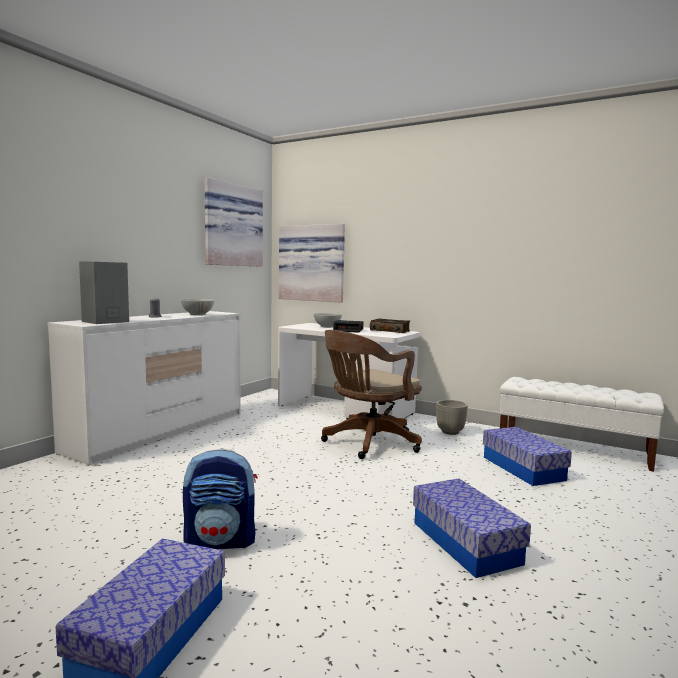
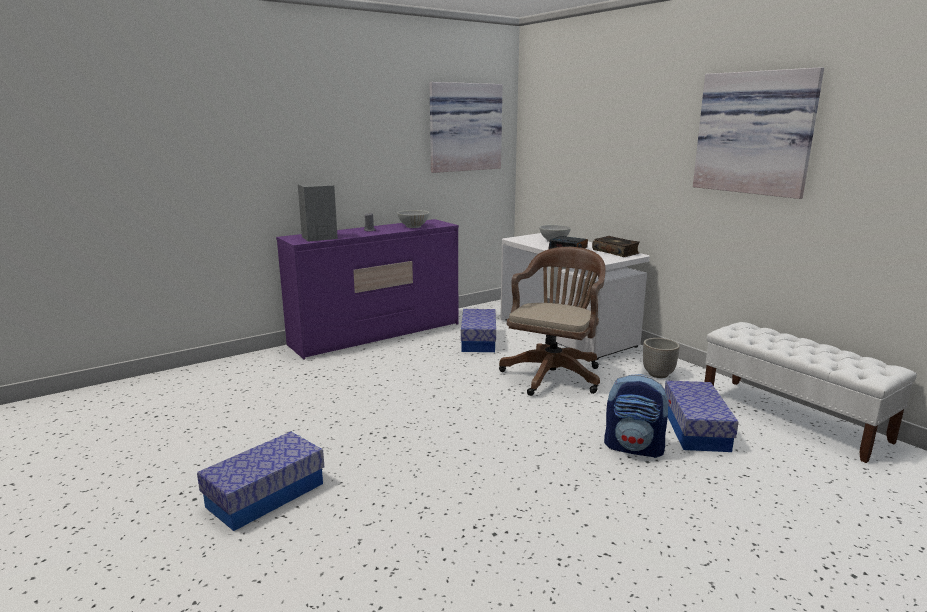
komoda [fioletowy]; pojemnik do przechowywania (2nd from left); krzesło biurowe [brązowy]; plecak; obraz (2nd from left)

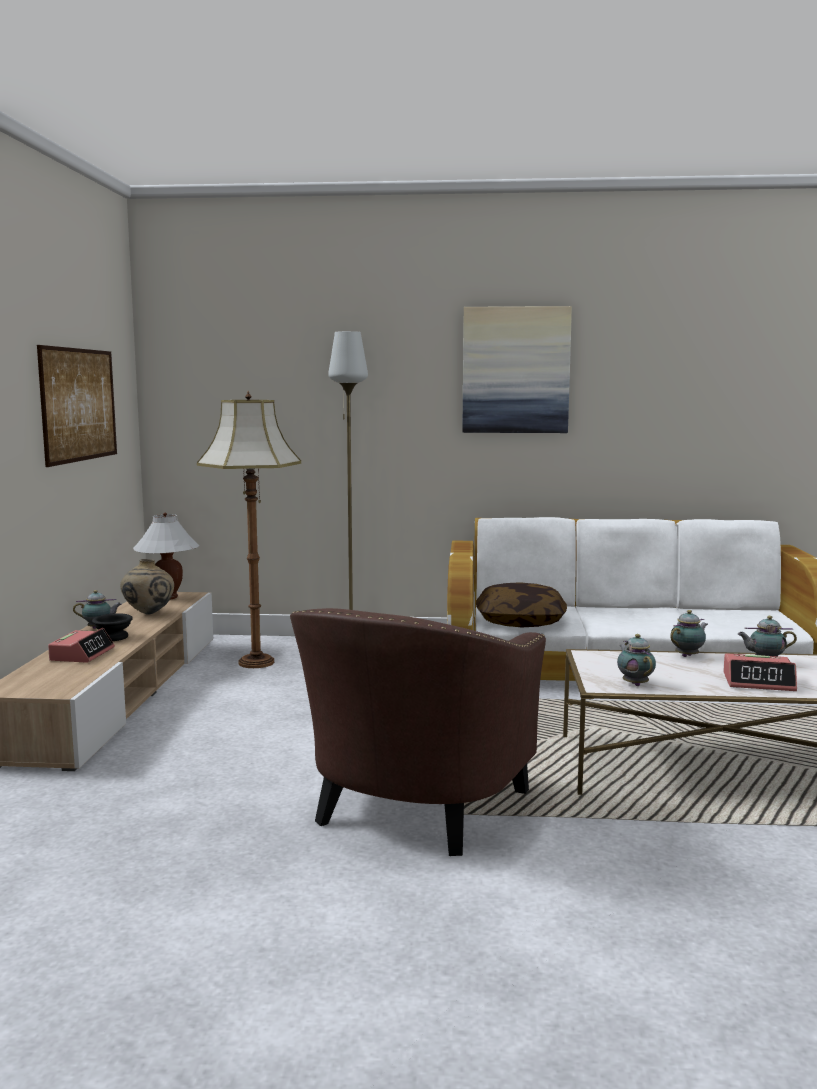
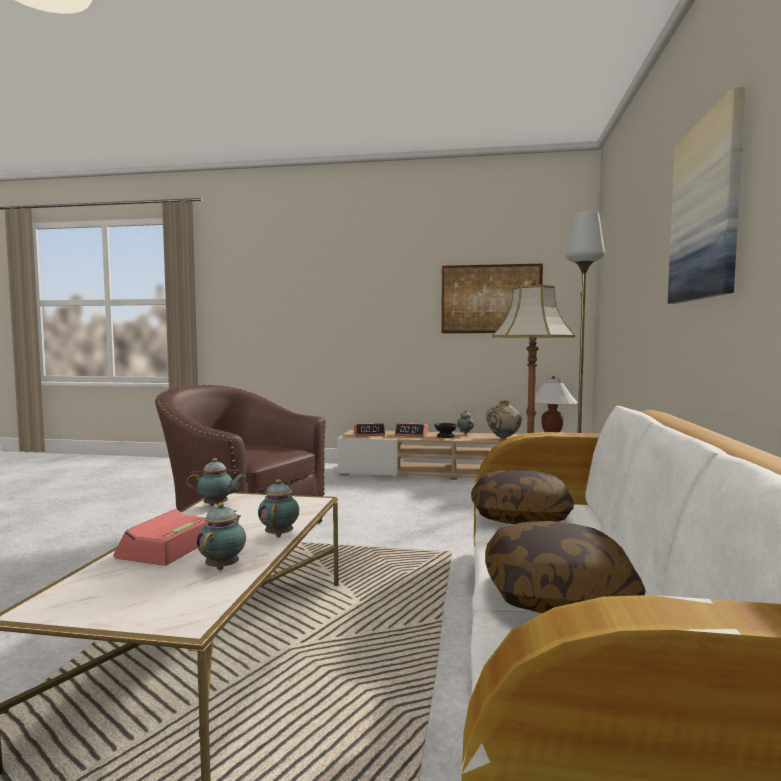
imbryk (3rd from left); budzik (2nd from left); poduszka (2nd from left)

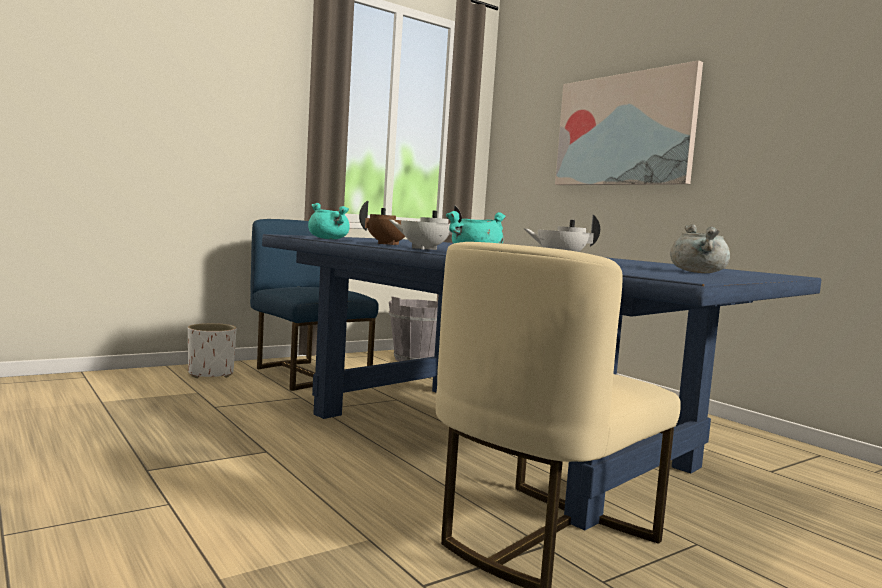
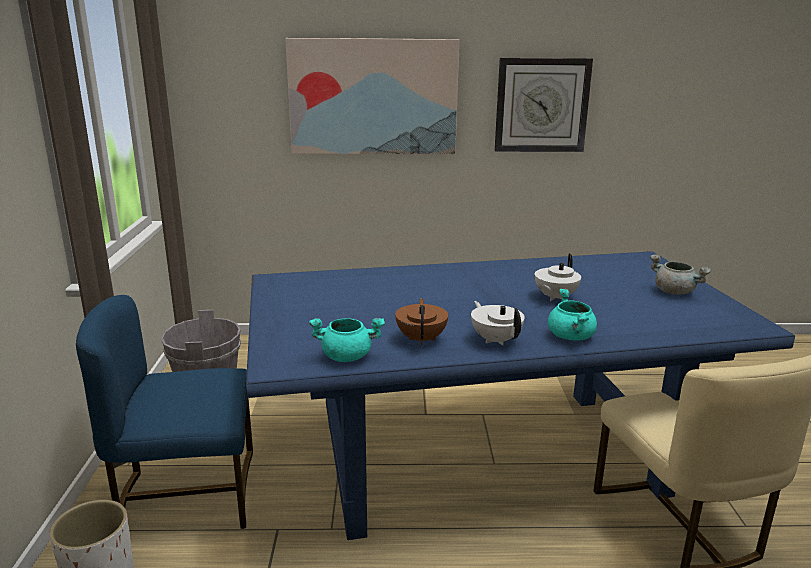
imbryk [biały] (1st from left); zegar ścienny

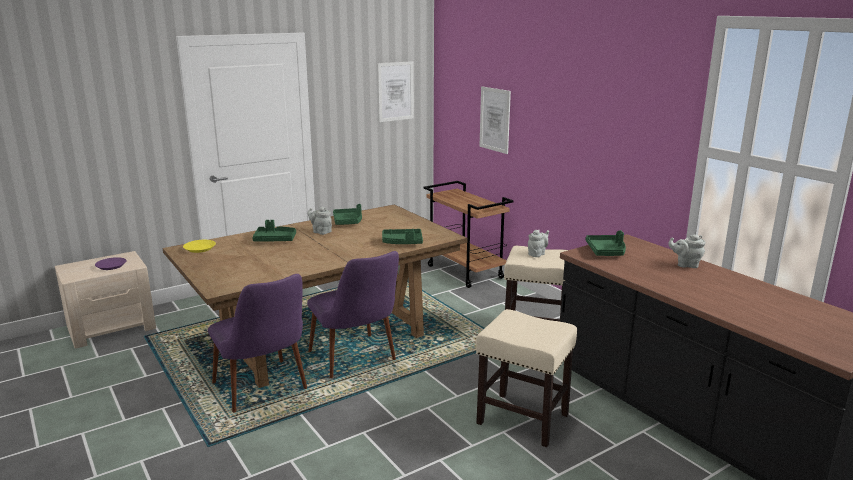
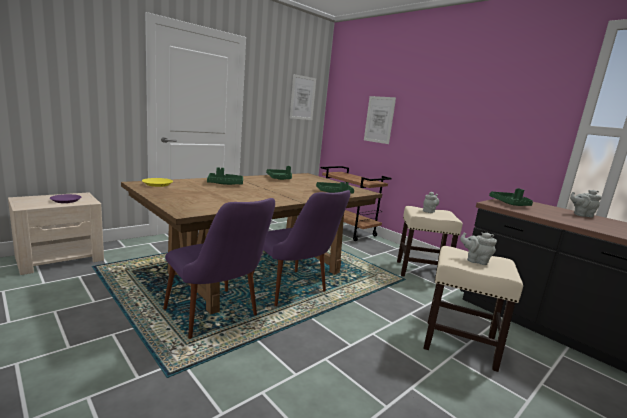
imbryk [szary] (2nd from left)

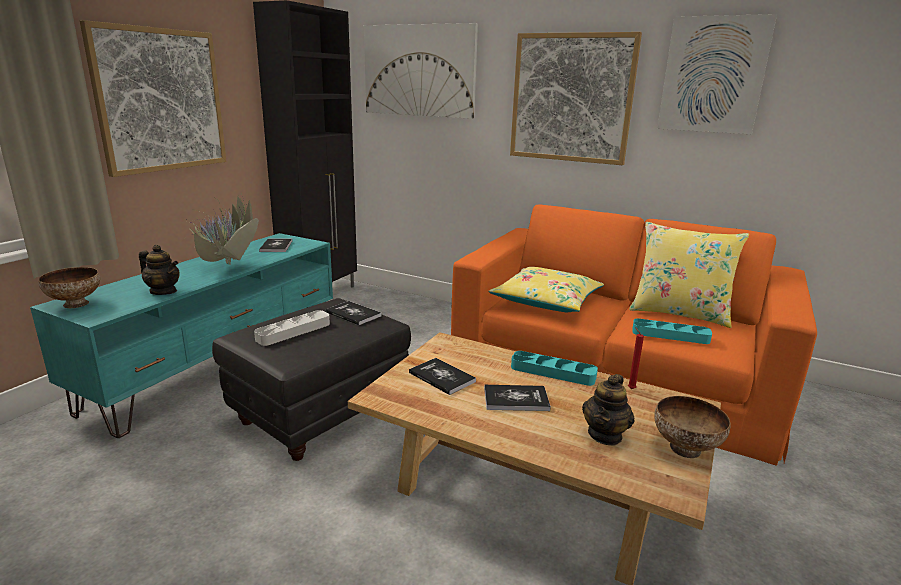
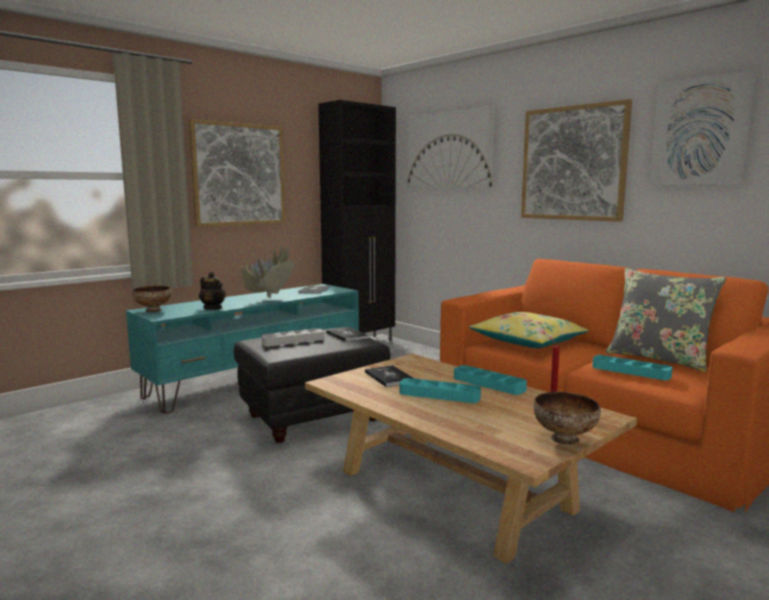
taca [turkusowy] (1st from left); poduszka [szary]; imbryk (2nd from left in the first image)

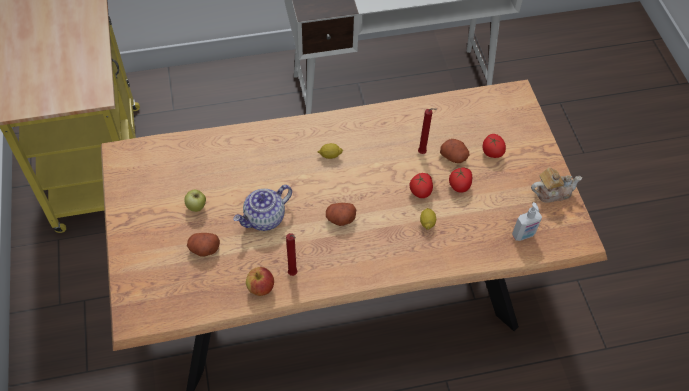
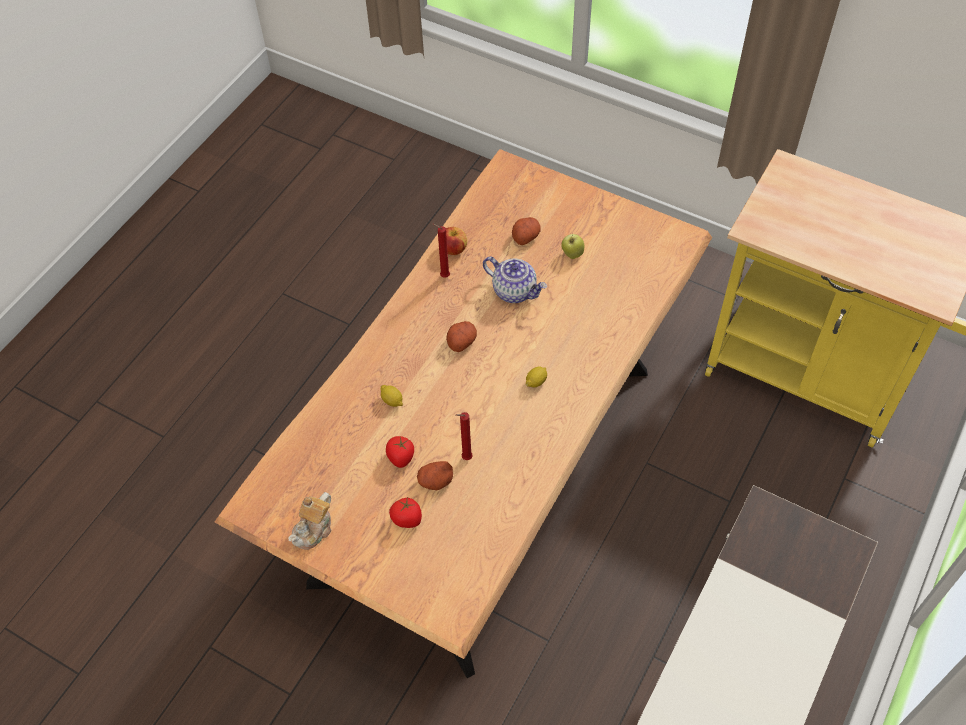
imbryk (2nd from left); pomidor (1st from left in the first image); dozownik mydła

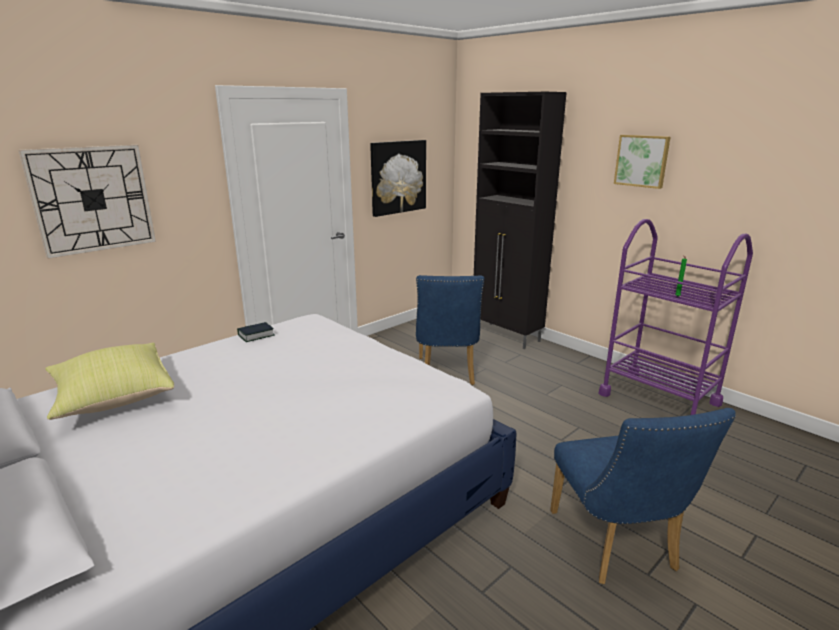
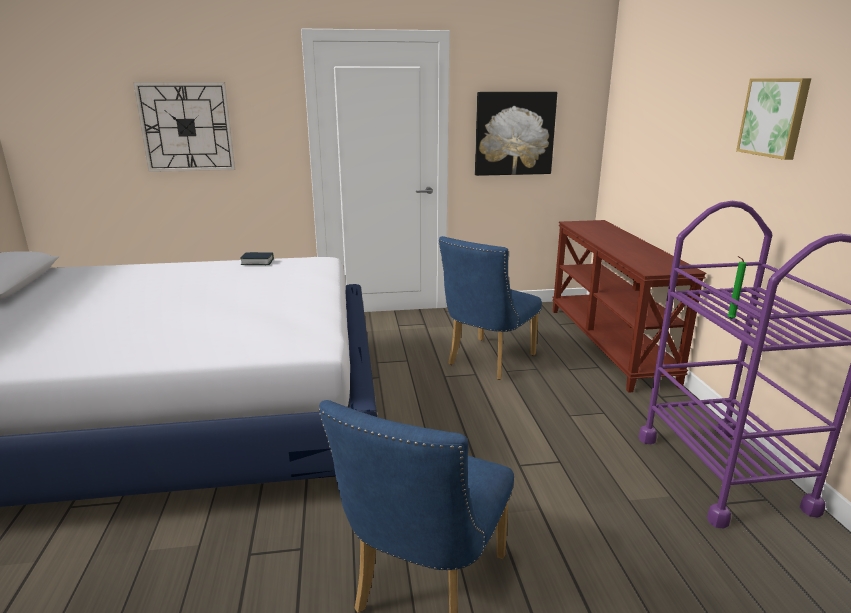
stolik konsolowy [brązowy]; poduszka [żółty]

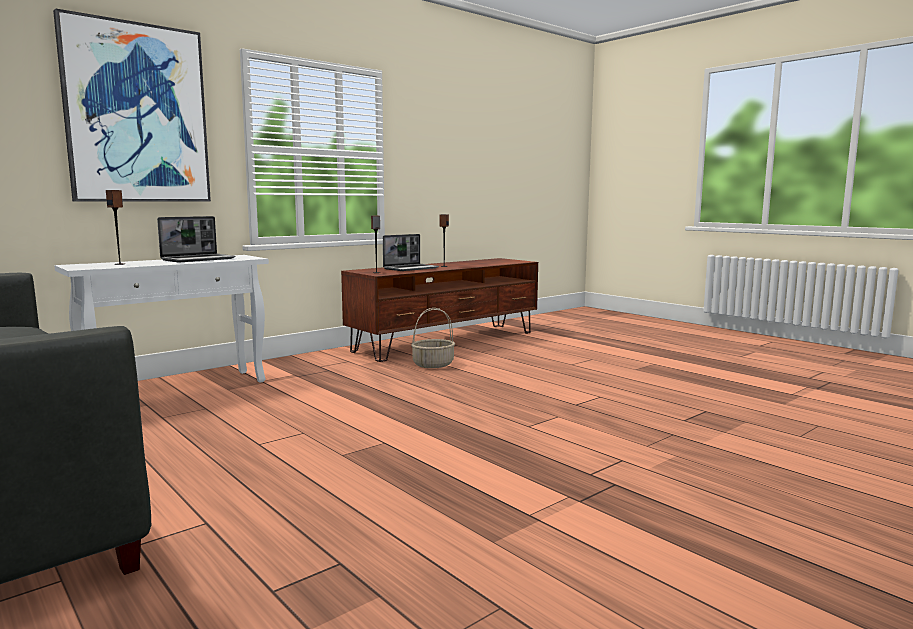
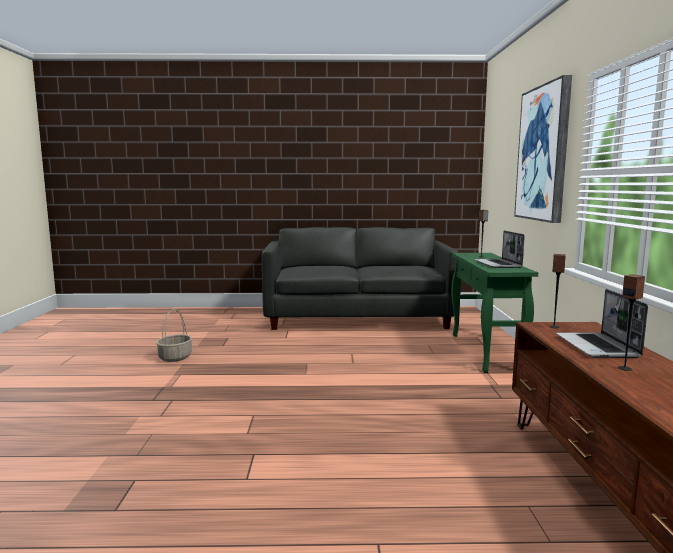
koszyk; stolik konsolowy [zielony]

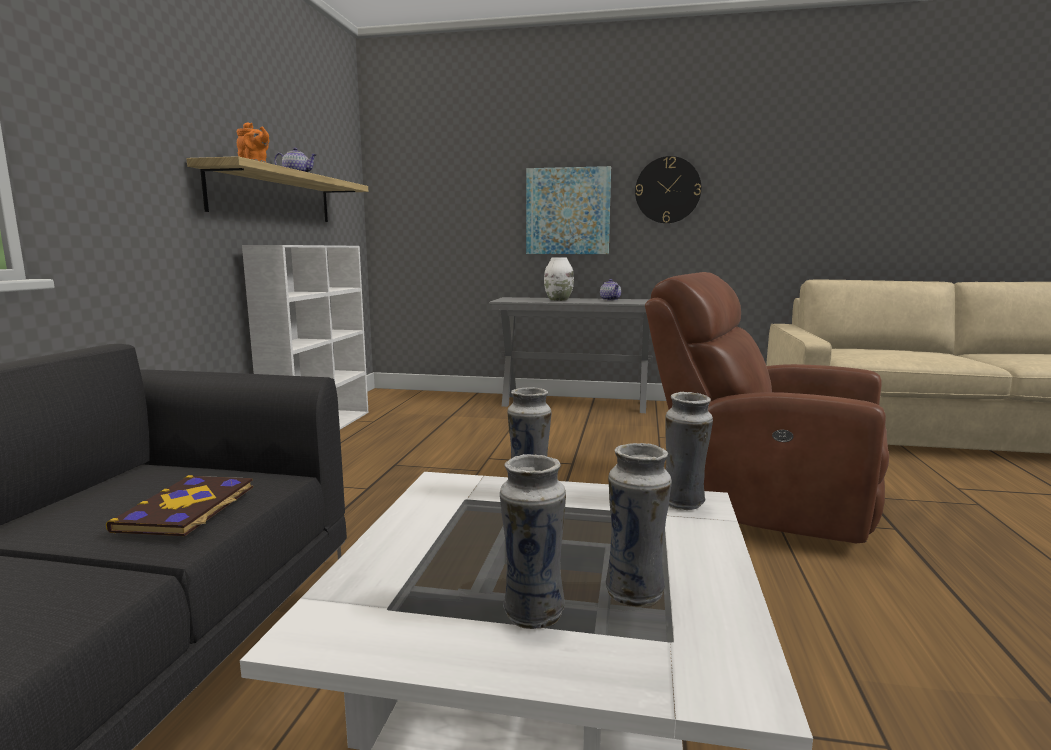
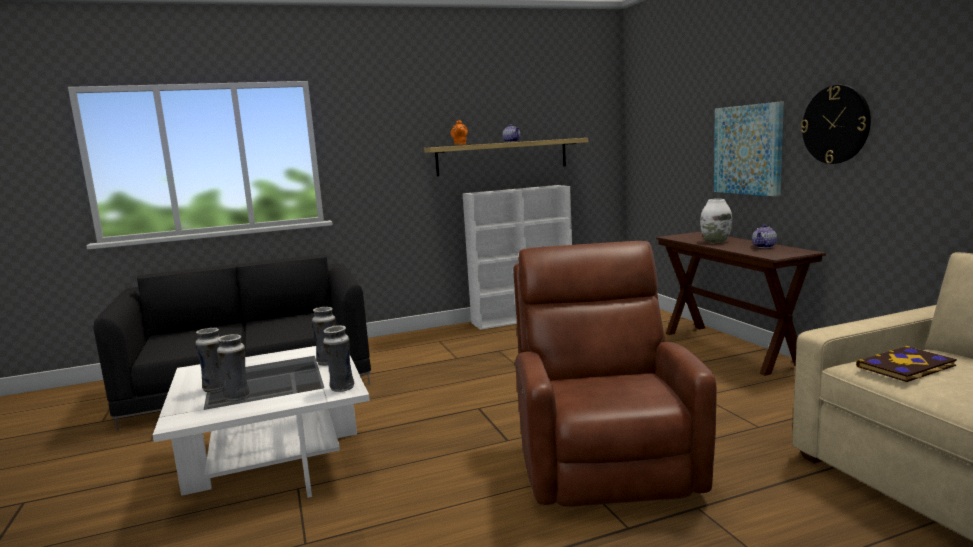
stolik konsolowy [brązowy]; książka

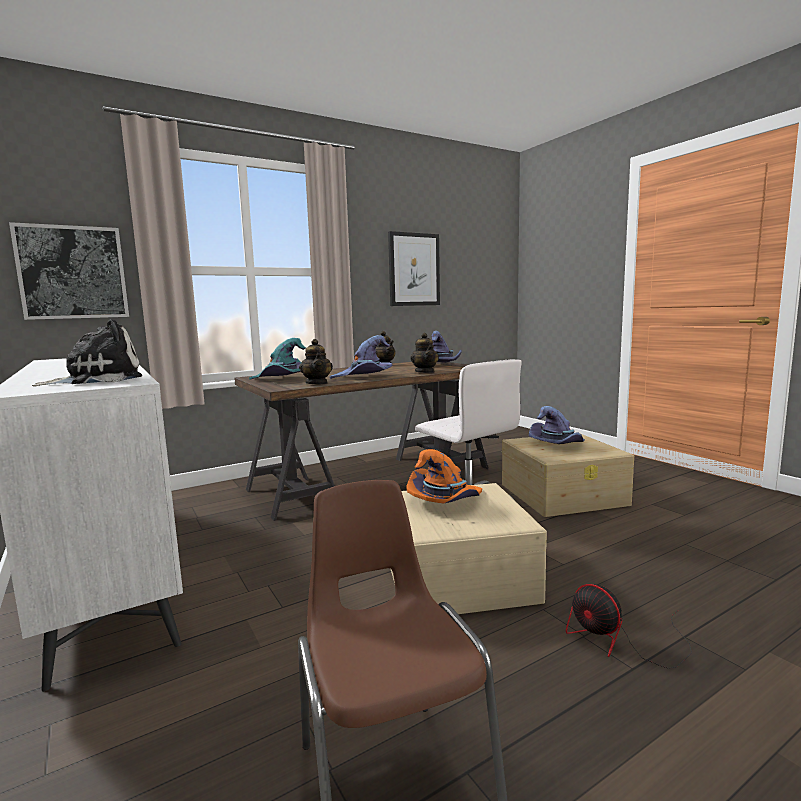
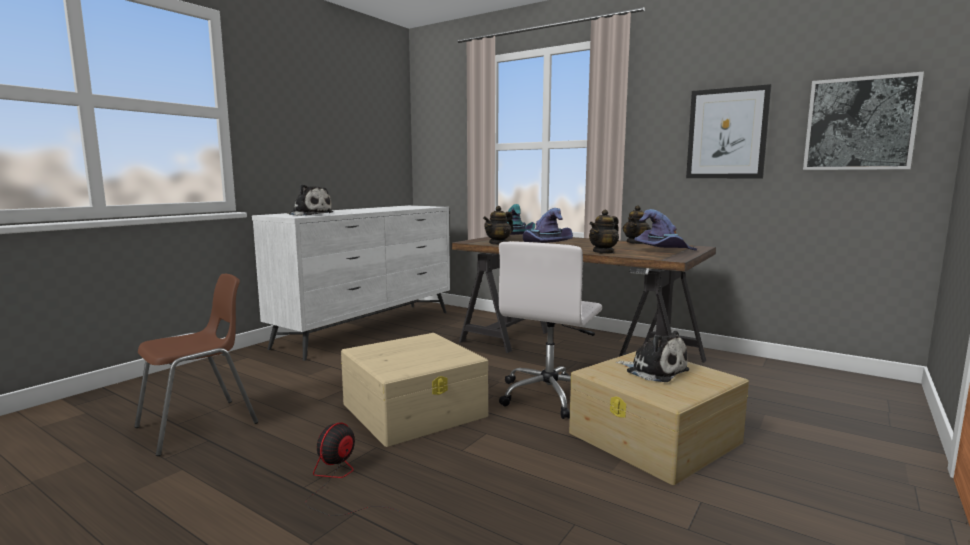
pluszak (2nd from left); obraz (2nd from left); kapelusz [pomarańczowy]

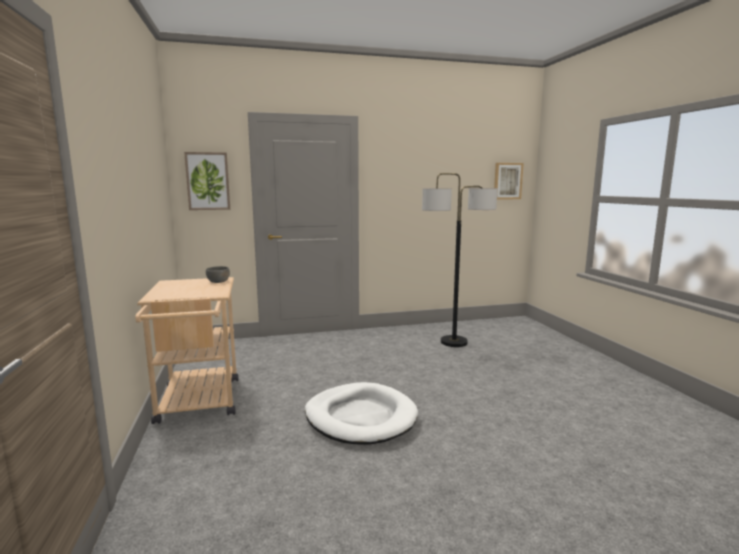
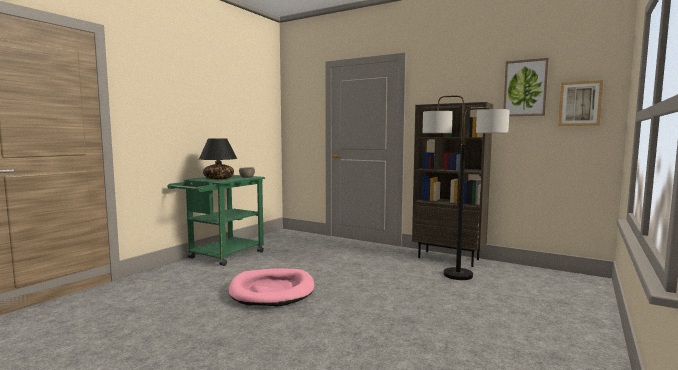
wózek [zielony]; lampa stołowa [czarny]; legowisko [różowy]; regał [brązowy]; obraz (1st from left)

